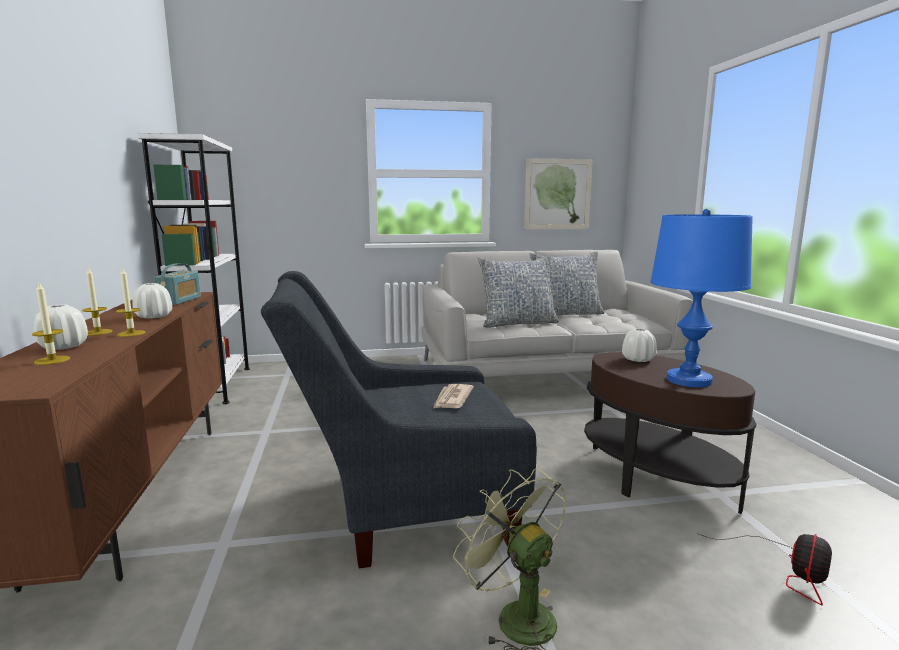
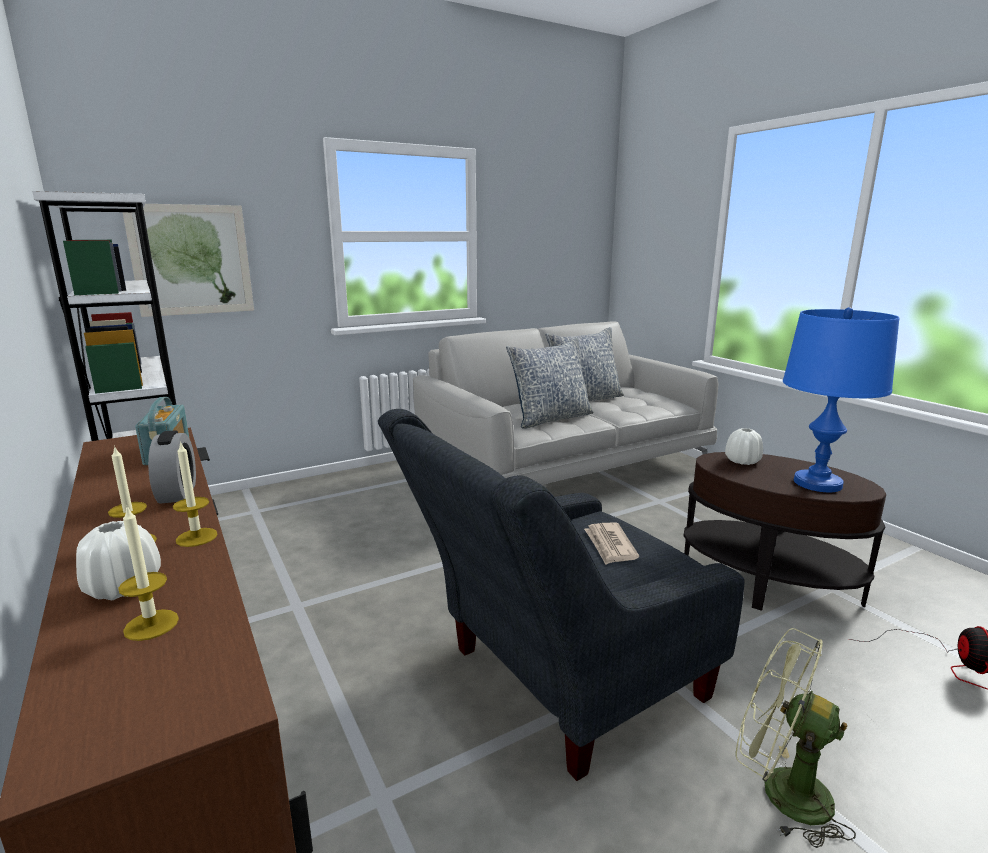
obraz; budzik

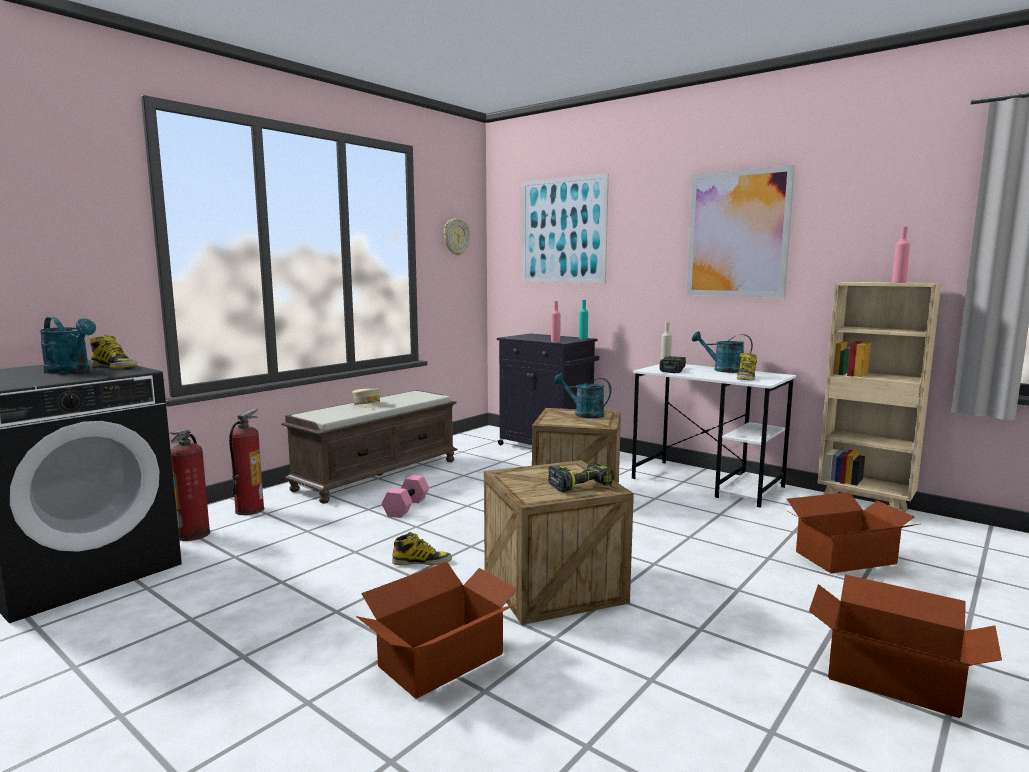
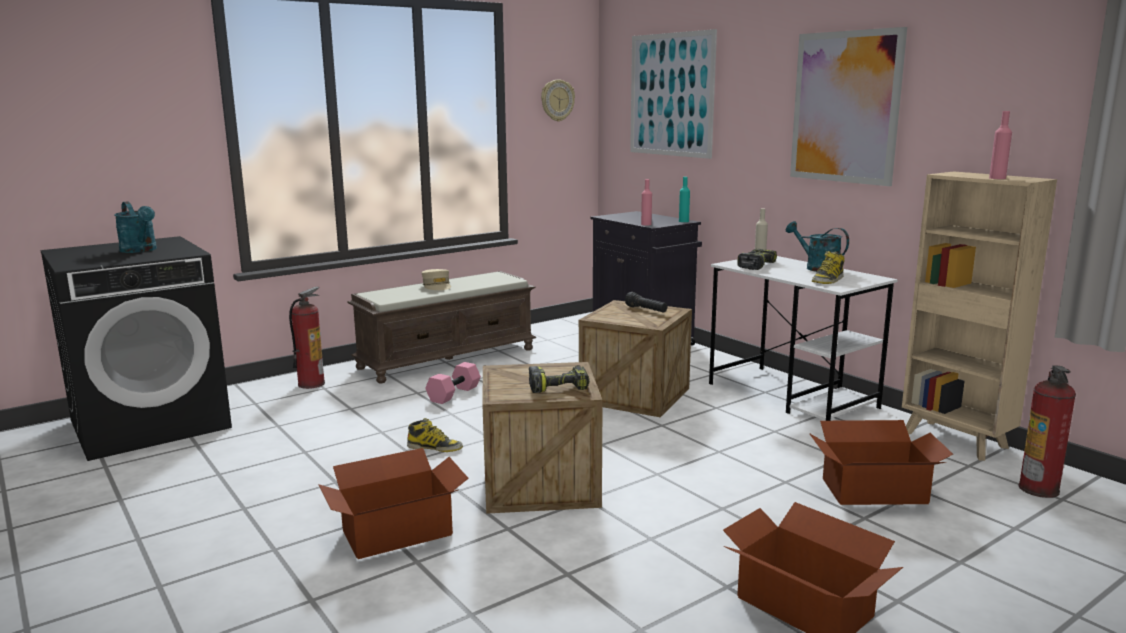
latarka [czarny]; gaśnica (2nd from left); but z cholewką (1st from left in the first image)

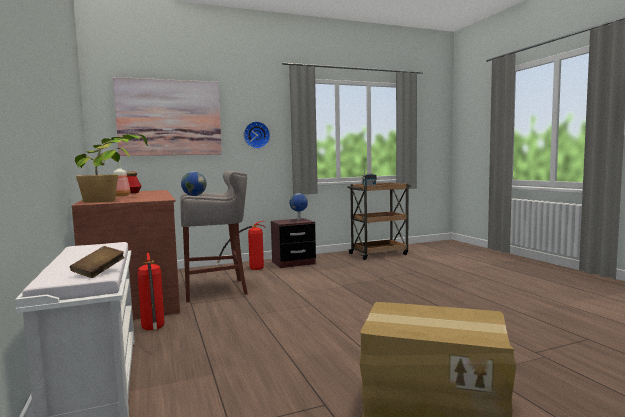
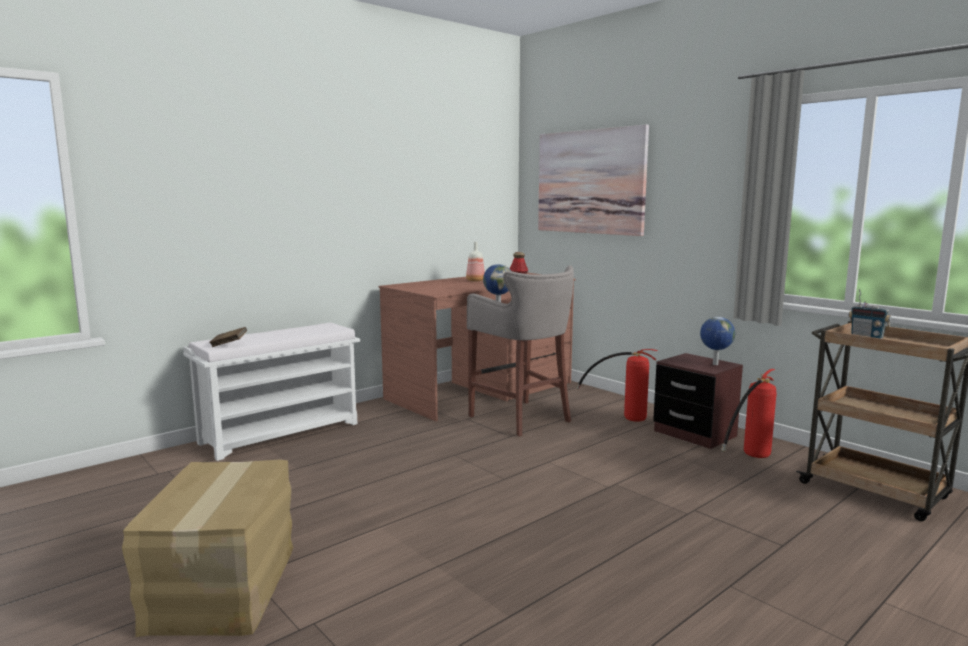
gaśnica (2nd from left); roślina doniczkowa; zegar ścienny

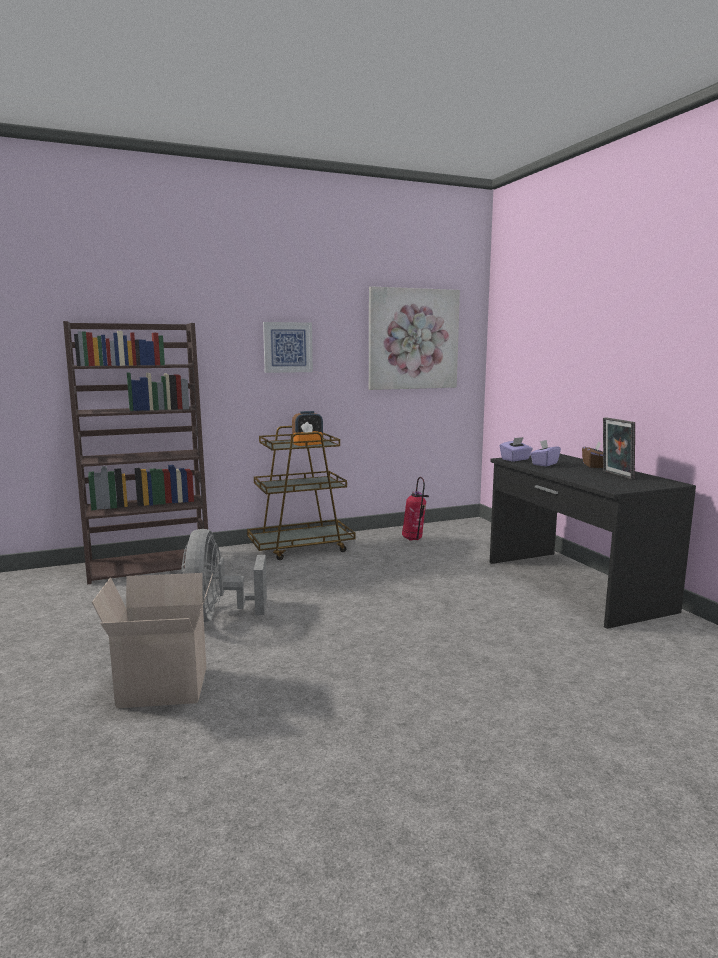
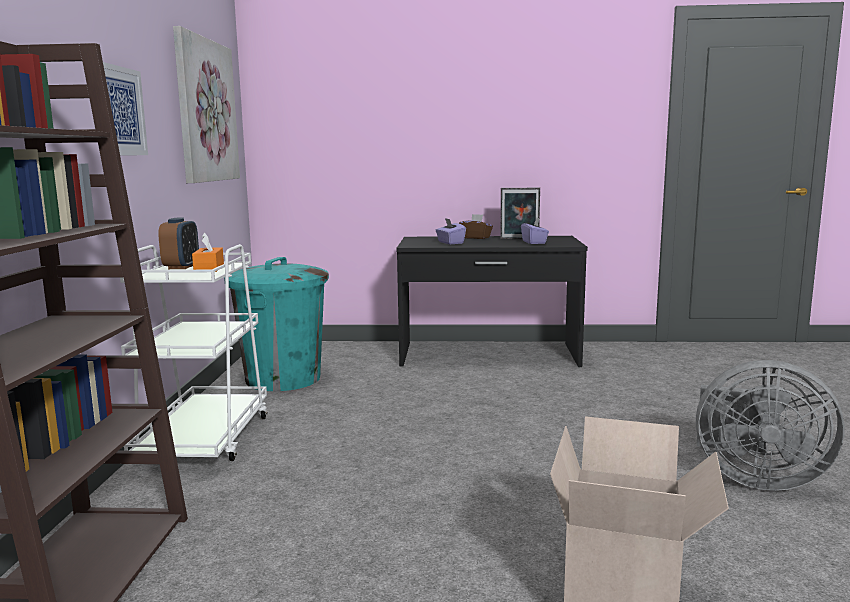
wózek [biały]; kosz na śmieci [turkusowy]; pudełko chusteczek [fioletowy] (2nd from left); wentylator [szary]

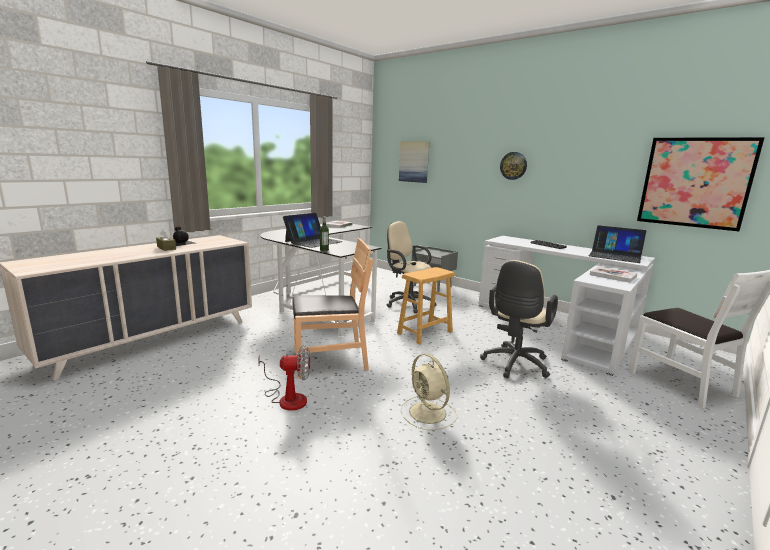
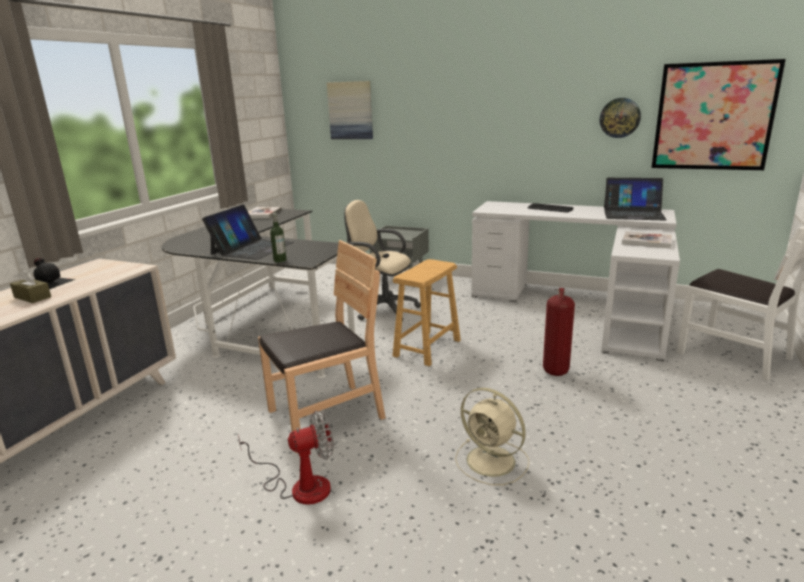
gaśnica; zegar ścienny

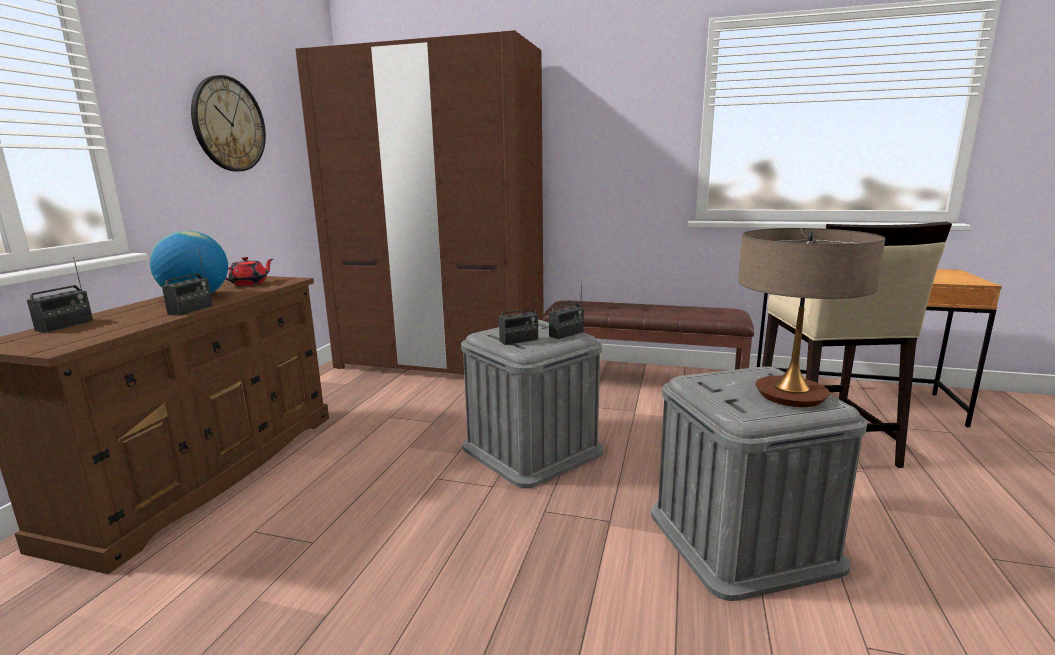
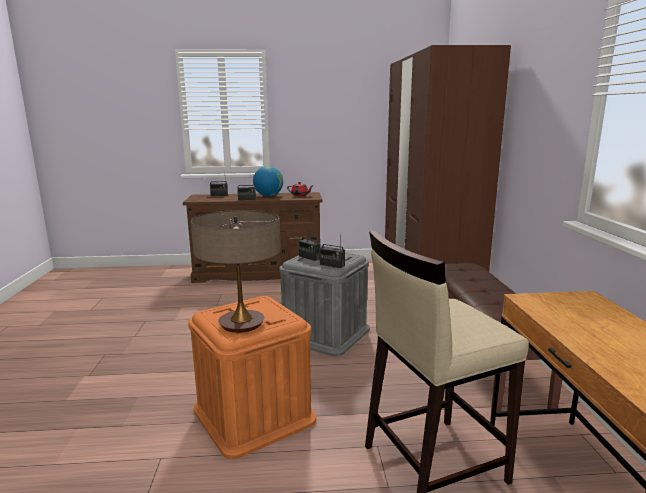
pojemnik do przechowywania [pomarańczowy]; zegar ścienny

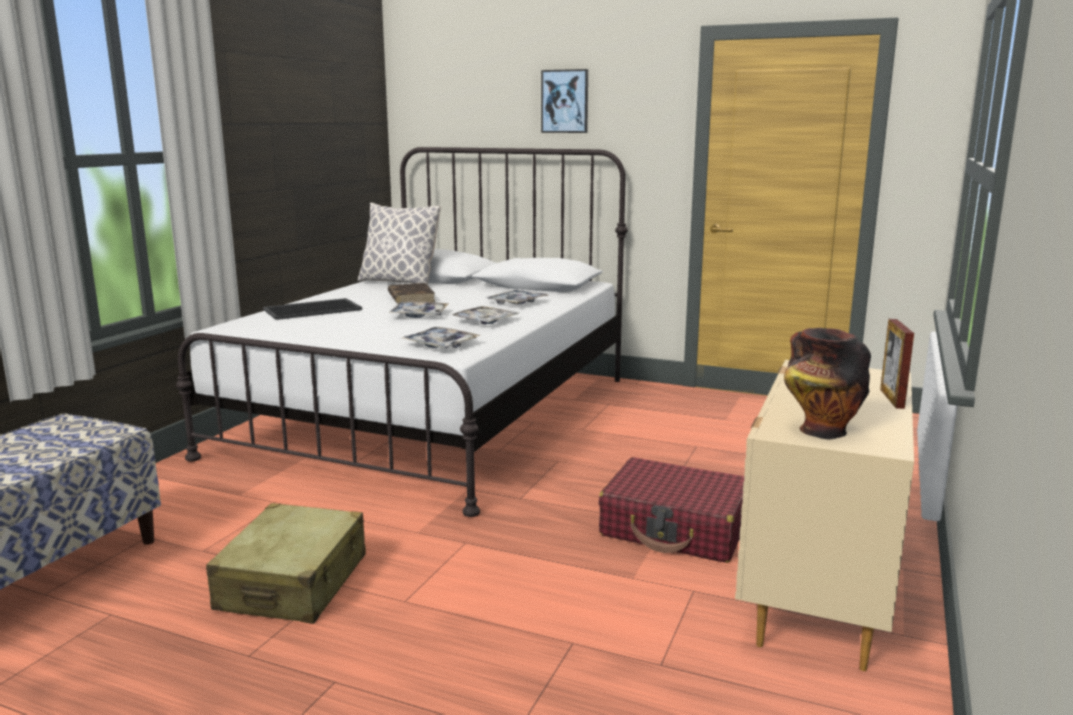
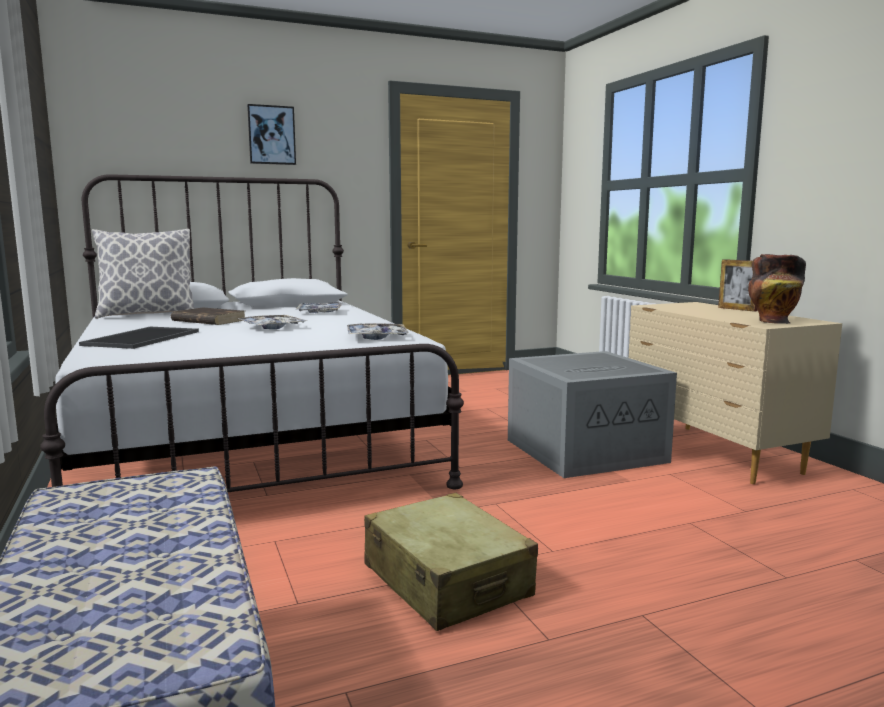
pojemnik do przechowywania [szary]; taca (4th from left in the first image)

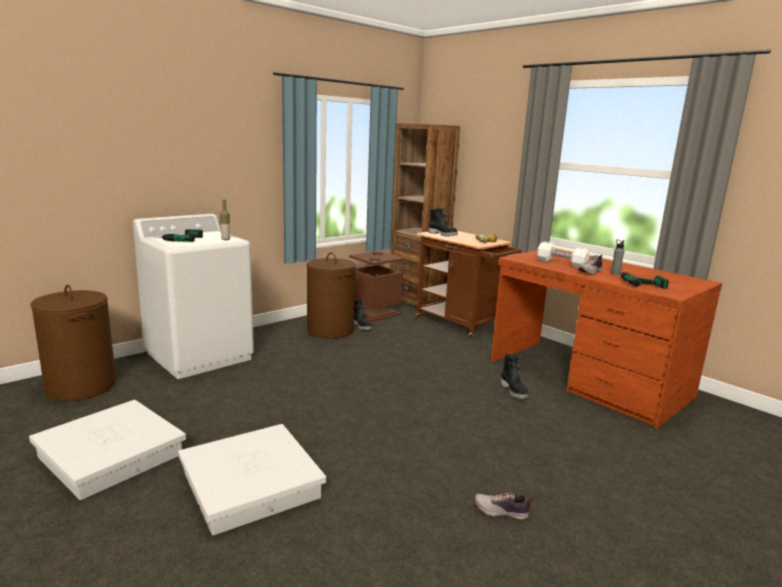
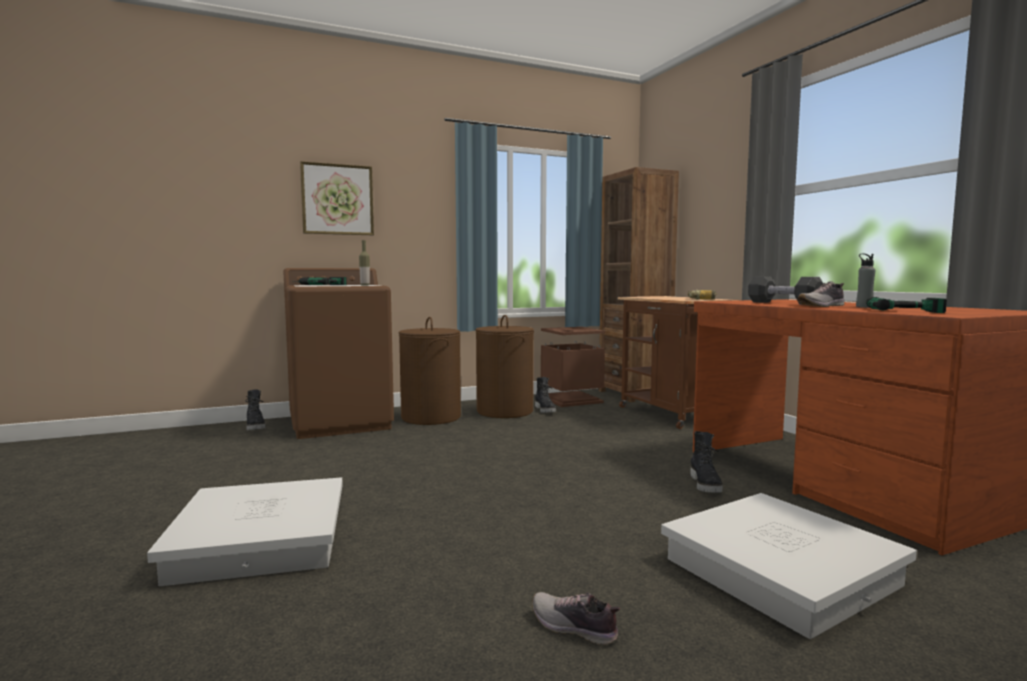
but z cholewką [czarny] (1st from left); pralka [brązowy]; obraz; kosz na pranie [brązowy] (1st from left); pojemnik do przechowywania [biały] (2nd from left); hantel [czarny]

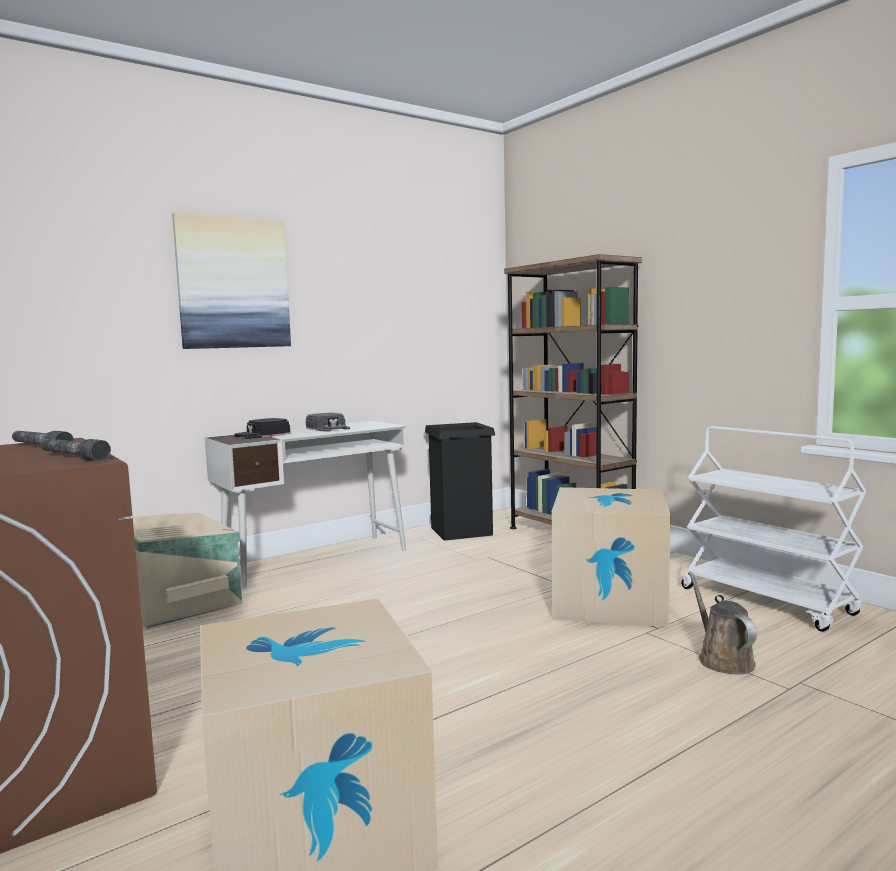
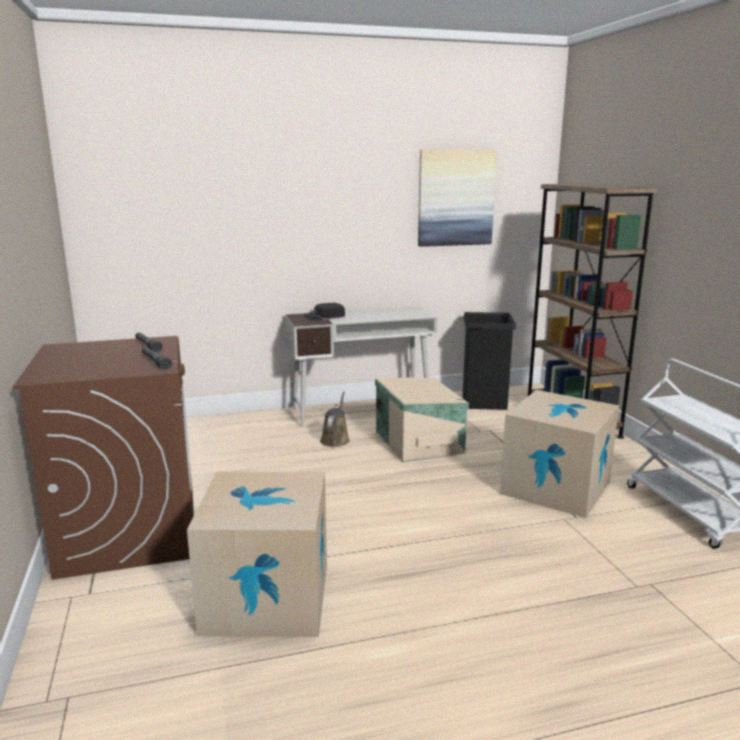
konewka [brązowy]; pojemnik do przechowywania [beżowy]; obraz; czapka z daszkiem [czarny] (2nd from left in the first image)

